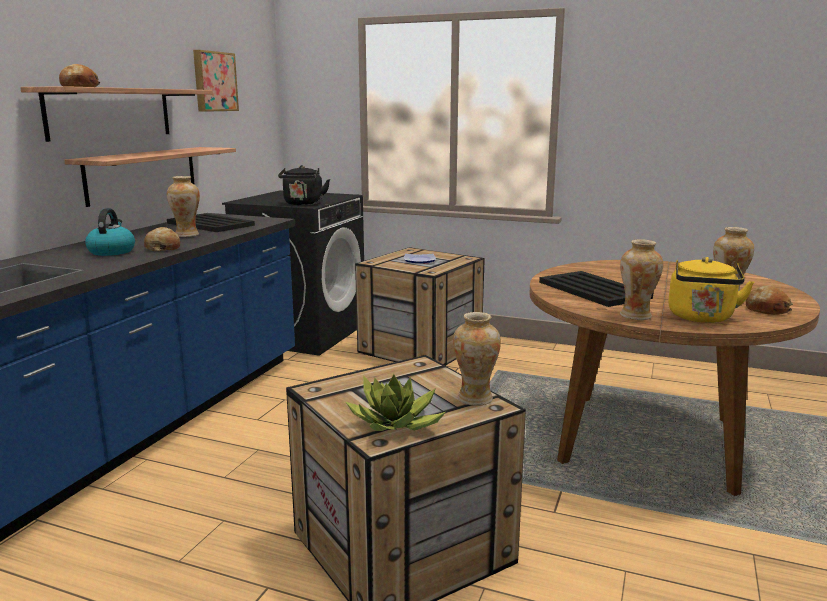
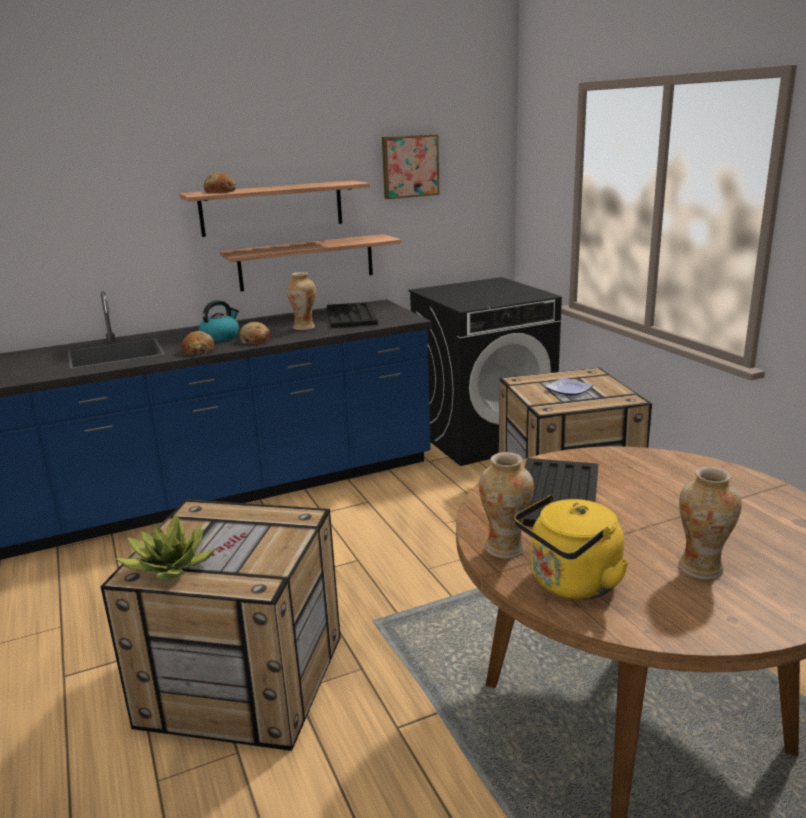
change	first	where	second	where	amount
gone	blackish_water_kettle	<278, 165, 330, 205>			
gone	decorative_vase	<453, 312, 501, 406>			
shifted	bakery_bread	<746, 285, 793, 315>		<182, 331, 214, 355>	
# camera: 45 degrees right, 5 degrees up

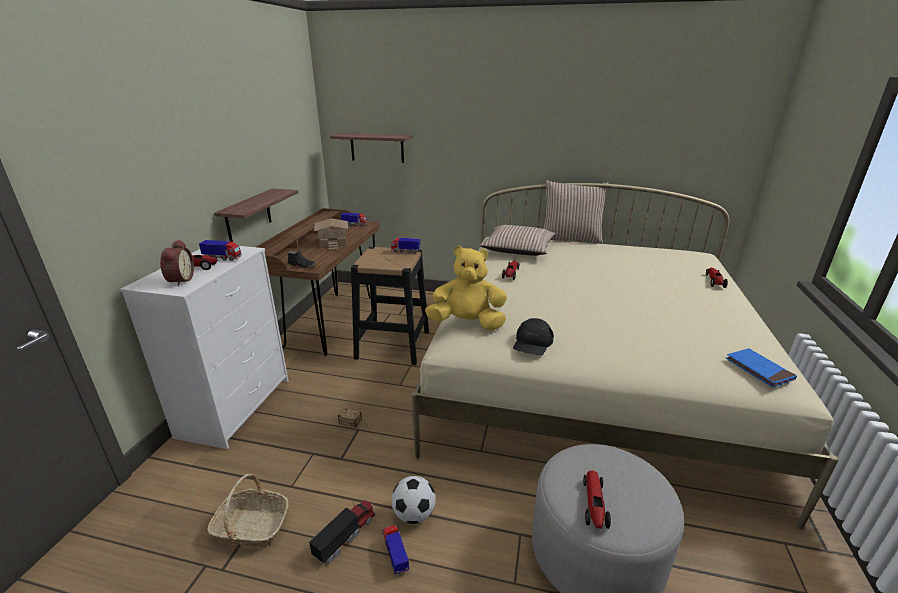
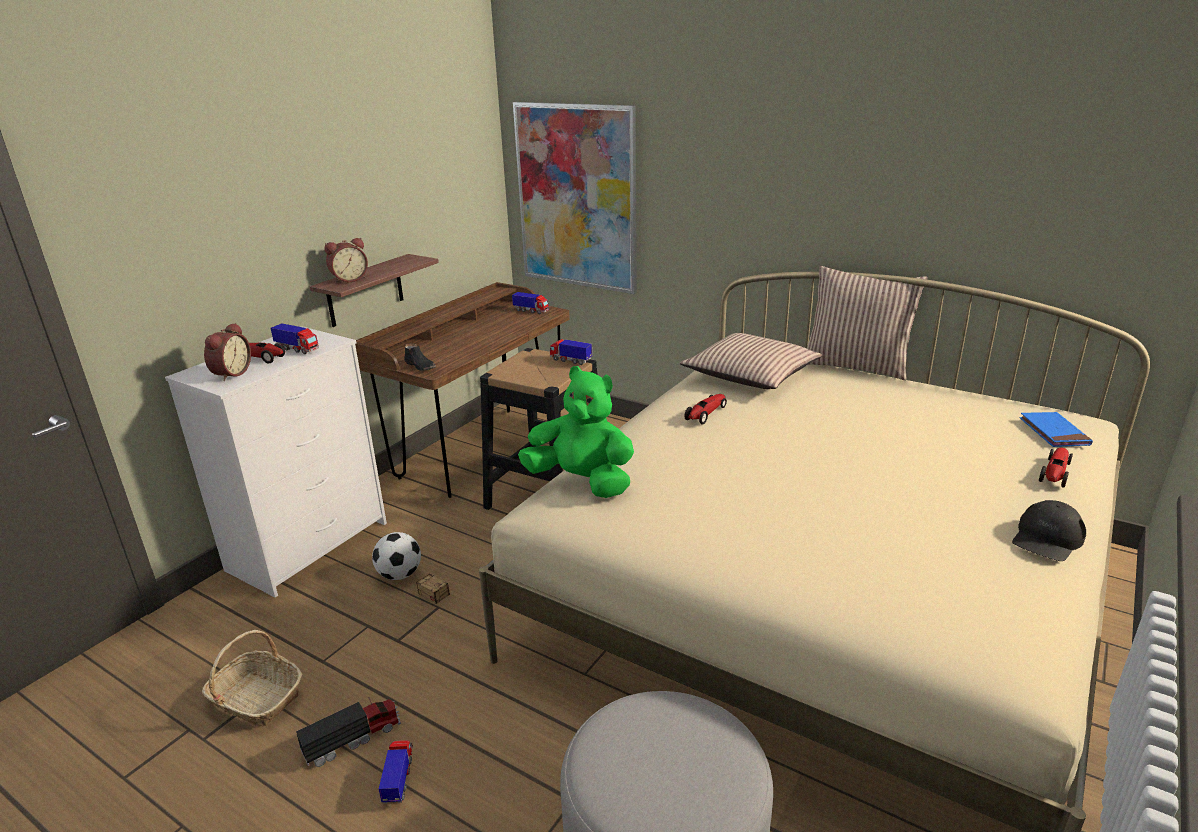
change	first	where	second	where	amount
gone	toy_house	<314, 218, 348, 250>			
swapped	wall_shelf	<330, 133, 413, 163>	picture	<513, 102, 637, 294>	
shifted	football_ball	<391, 476, 436, 524>		<372, 532, 421, 580>	
repainted	yellow_cuddly_toy	<425, 246, 507, 331>	green-coloured_cuddly_toy	<518, 366, 634, 498>	
shifted	blackish_baseball_cap	<513, 318, 554, 355>		<1012, 500, 1086, 561>	
gone	toy_car	<583, 471, 611, 529>			
shifted	blue_bound_book	<726, 348, 797, 388>		<1020, 412, 1093, 447>	
new			alarm_clock	<325, 238, 368, 283>	
# camera: 20 degrees right, 0 degrees up

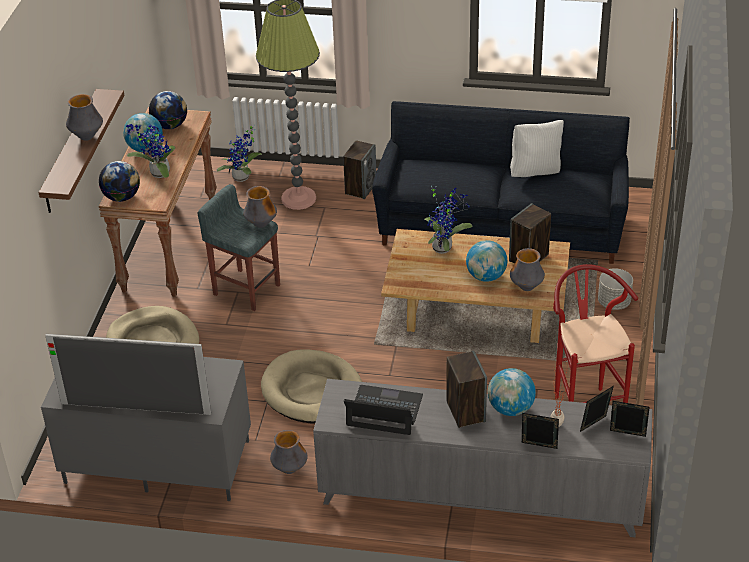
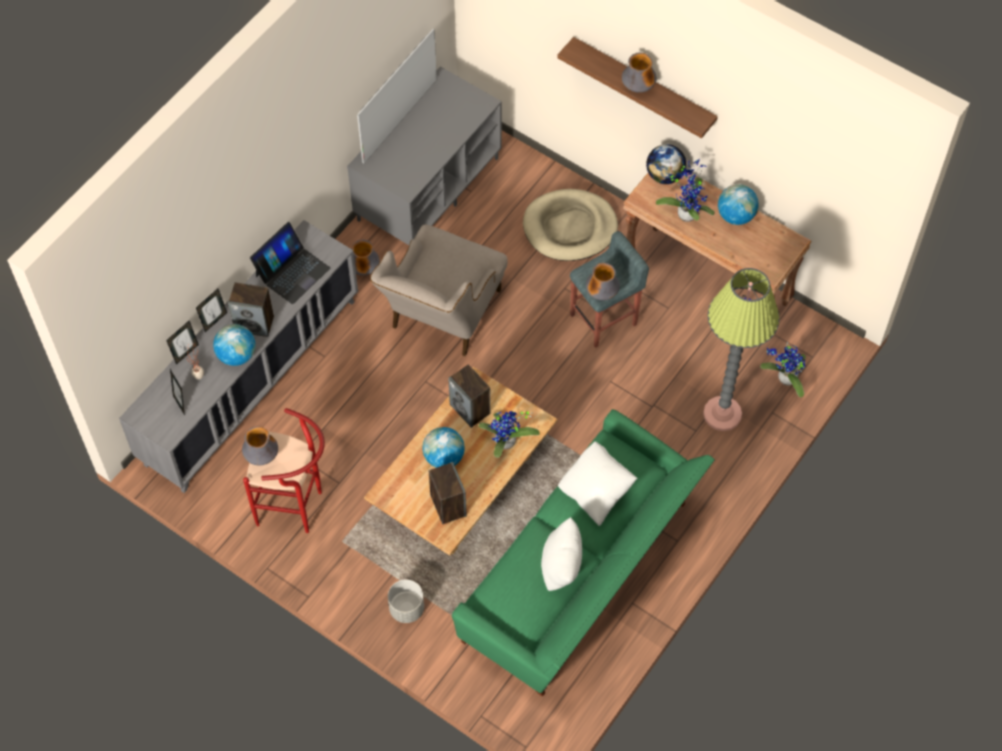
change	first	where	second	where	amount
gone	desk_globe	<149, 91, 187, 129>			
swapped	sand-coloured_pet_bed	<261, 349, 362, 423>	sand-coloured_armchair	<370, 224, 507, 356>	
shifted	loudspeaker	<343, 140, 376, 199>		<448, 364, 490, 428>	
repainted	blackish_settee	<372, 101, 630, 264>	green-coloured_settee	<452, 409, 715, 697>	
shifted	decorative_vase	<510, 248, 545, 291>		<242, 426, 278, 465>	
shifted	photo_frame	<610, 401, 650, 437>		<196, 289, 227, 332>	
new			white_pillow	<558, 441, 637, 526>	
# camera: 115 degrees right, 20 degrees up

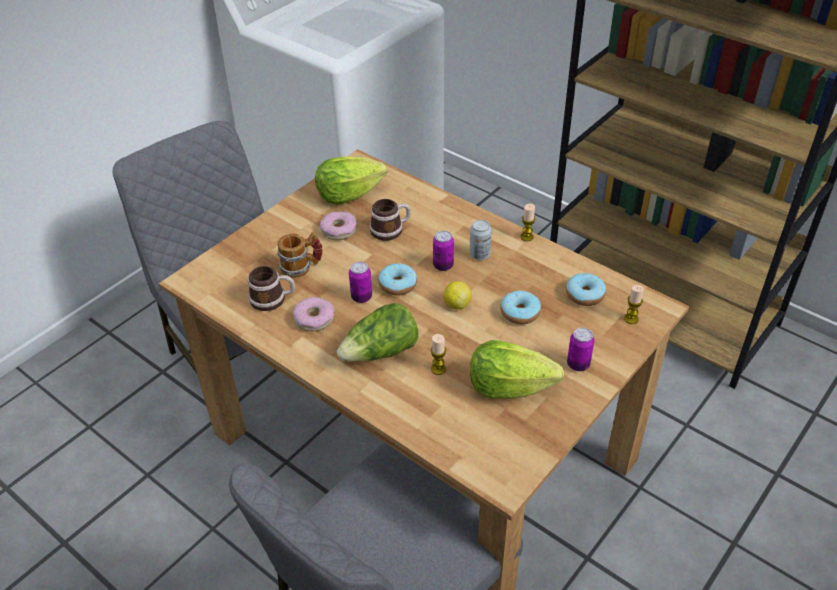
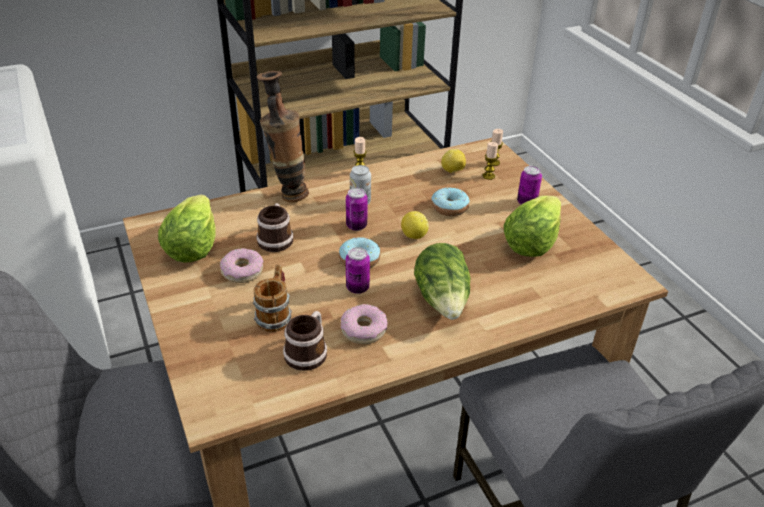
change	first	where	second	where	amount
shifted	wax_light	<431, 334, 446, 375>		<483, 142, 498, 180>	
swapped	doughnut	<566, 273, 606, 306>	citrus_fruit	<441, 149, 466, 173>	
new			decorative_vase	<257, 71, 309, 203>	
# camera: 65 degrees left, 5 degrees down

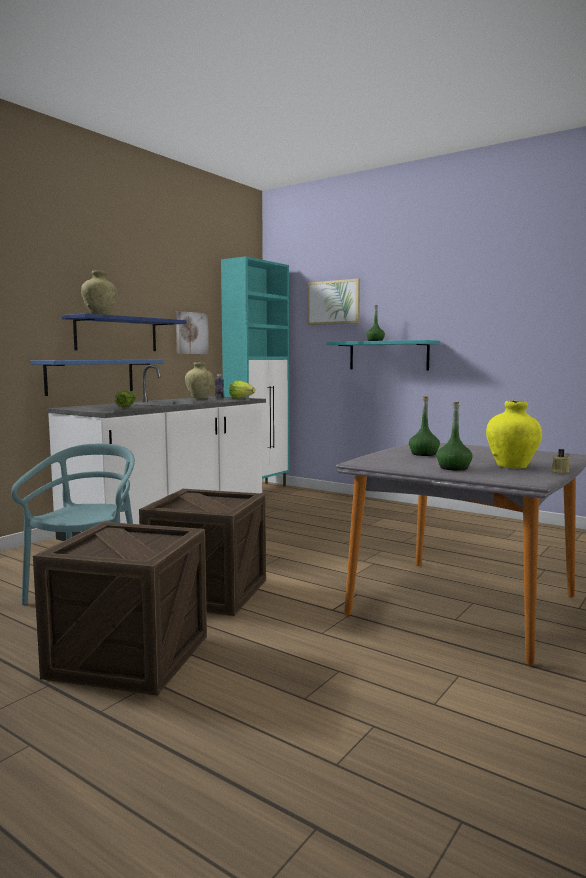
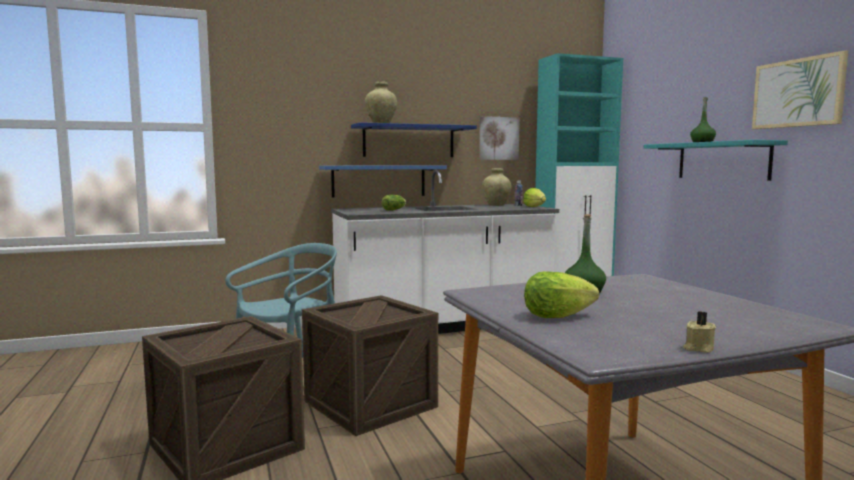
change	first	where	second	where	amount
shifted	picture	<308, 278, 360, 325>		<752, 50, 848, 129>	
swapped	green-coloured_drink_bottle	<436, 402, 473, 471>	lettuce_head	<524, 271, 599, 318>	
gone	yellow_decorative_vase	<486, 400, 542, 469>			
# camera: 35 degrees right, 0 degrees up

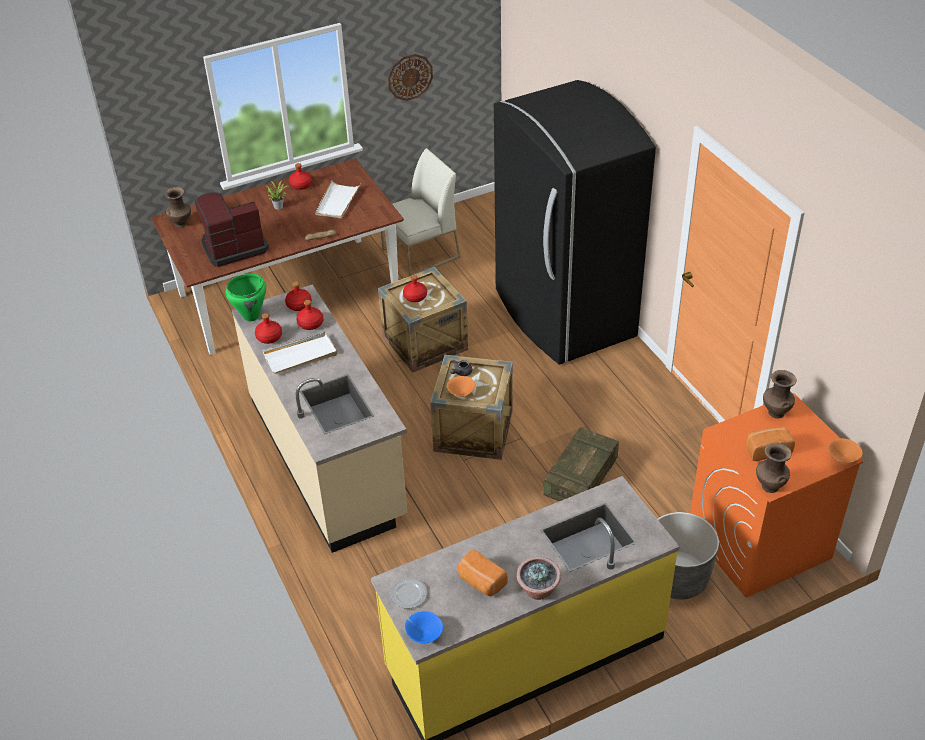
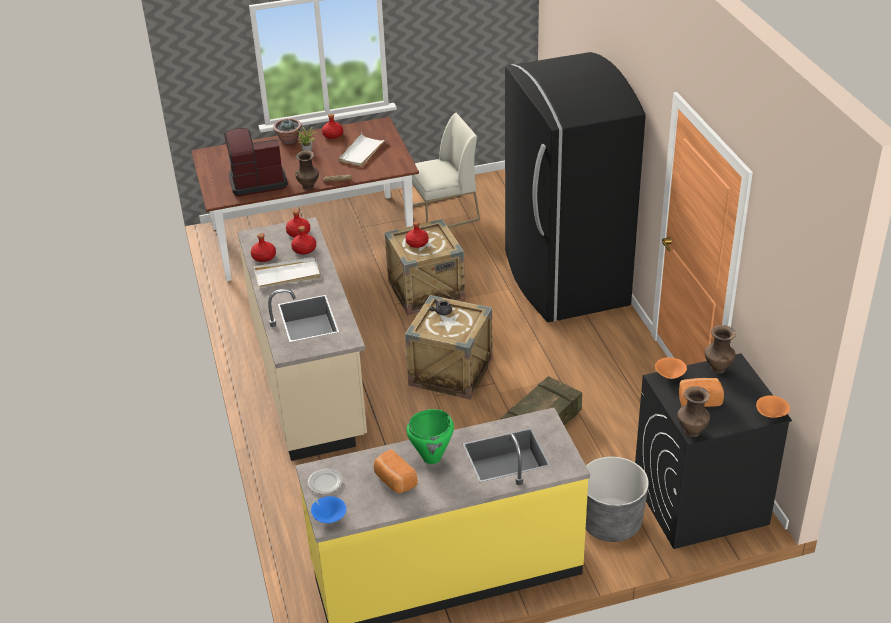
change	first	where	second	where	amount
shifted	brownish_decorative_vase	<165, 187, 191, 227>		<295, 151, 319, 190>	
shifted	green-coloured_saucepot	<226, 274, 266, 321>		<406, 409, 454, 464>	
gone	hanging_clock	<388, 54, 433, 101>			
shifted	orange-coloured_bowl	<447, 376, 476, 397>		<655, 357, 687, 379>	
shifted	plant_in_a_pot	<516, 557, 561, 600>		<273, 118, 301, 144>	
repainted	orange-coloured_laundry_machine	<690, 393, 864, 598>	blackish_laundry_machine	<635, 353, 792, 549>	
# camera: 10 degrees right, 5 degrees down

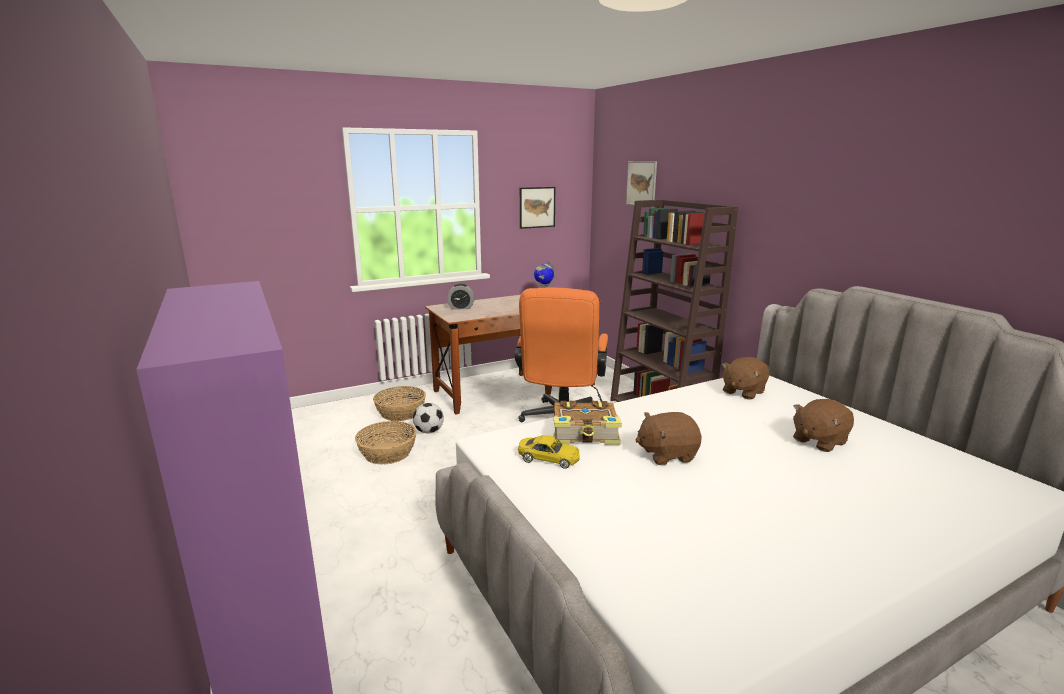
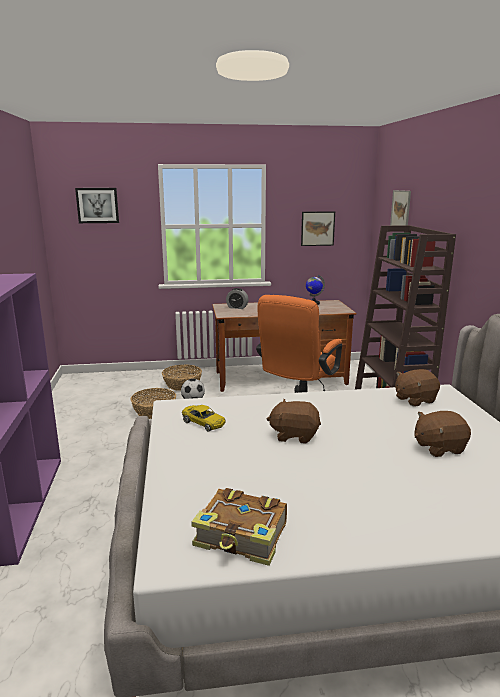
change	first	where	second	where	amount
shifted	bound_book	<554, 401, 622, 444>		<191, 488, 287, 566>	
new			picture	<75, 188, 119, 223>	
# camera: 20 degrees right, 0 degrees up

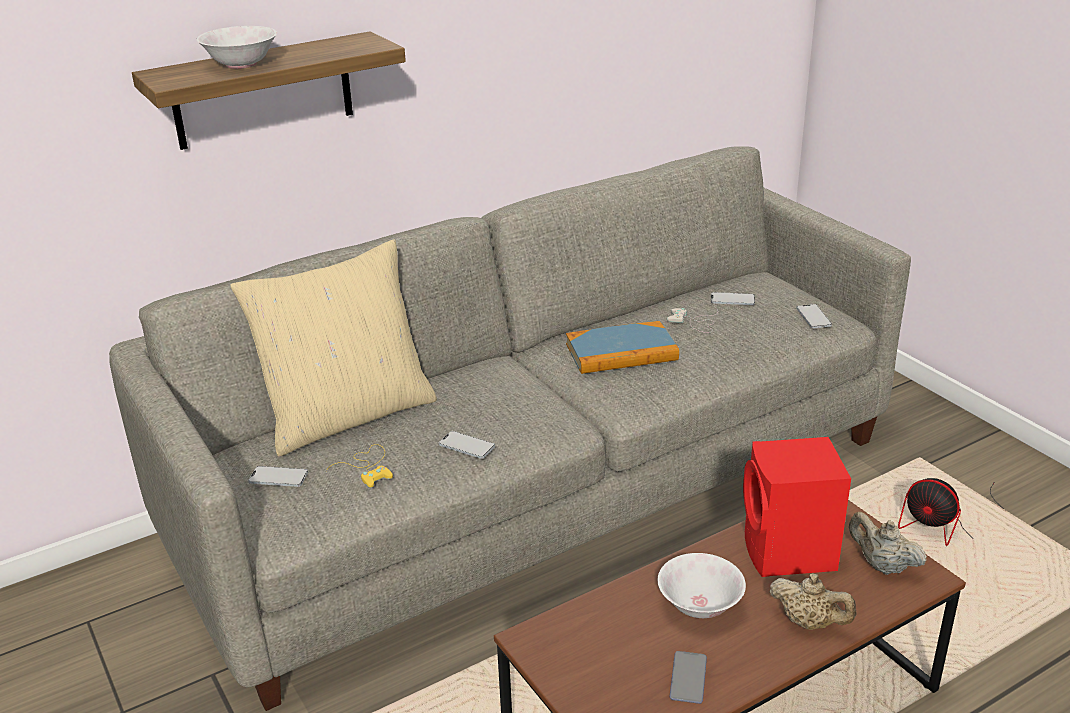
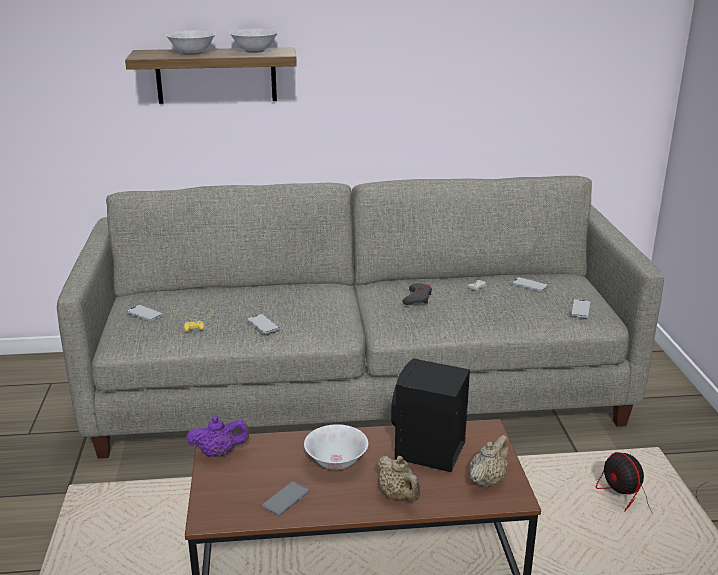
change	first	where	second	where	amount
gone	sand-coloured_pillow	<230, 240, 437, 457>			
swapped	bound_book	<566, 321, 679, 374>	grey_game_controller	<402, 283, 432, 305>	
repainted	red_loudspeaker	<743, 437, 851, 577>	blackish_loudspeaker	<391, 358, 470, 472>	
rotated	sand-coloured_teapot	<849, 512, 927, 575>		<470, 435, 509, 487>	60 degrees clockwise
new			purplish_teapot	<186, 416, 249, 457>	
new			white_bowl	<229, 29, 279, 53>	
# camera: 25 degrees right, 5 degrees down

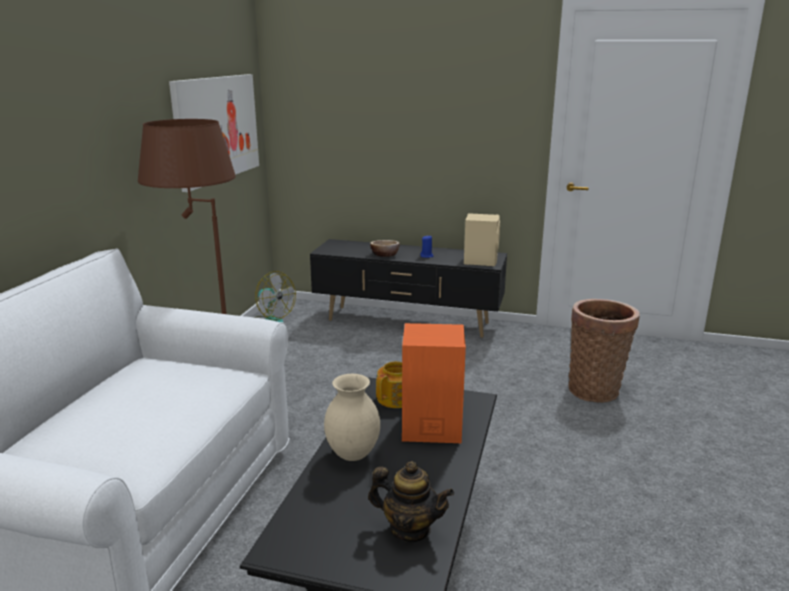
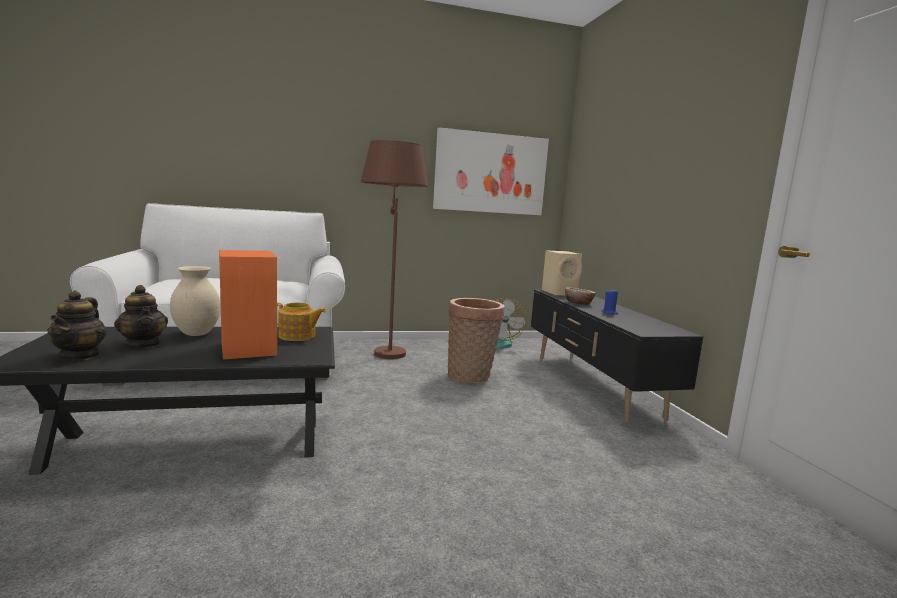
change	first	where	second	where	amount
shifted	sand-coloured_loudspeaker	<464, 213, 500, 266>		<542, 251, 582, 295>	
shifted	household_basket	<569, 299, 640, 403>		<447, 298, 504, 383>	
new			teapot	<114, 285, 168, 348>	
# camera: 60 degrees right, 10 degrees down

